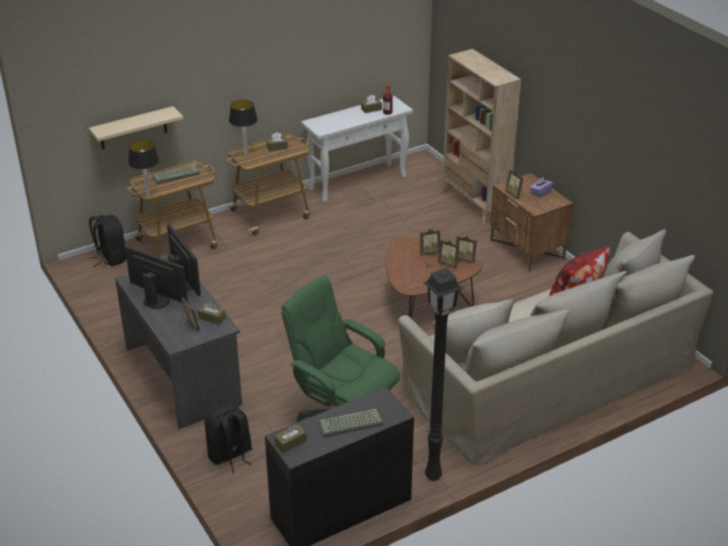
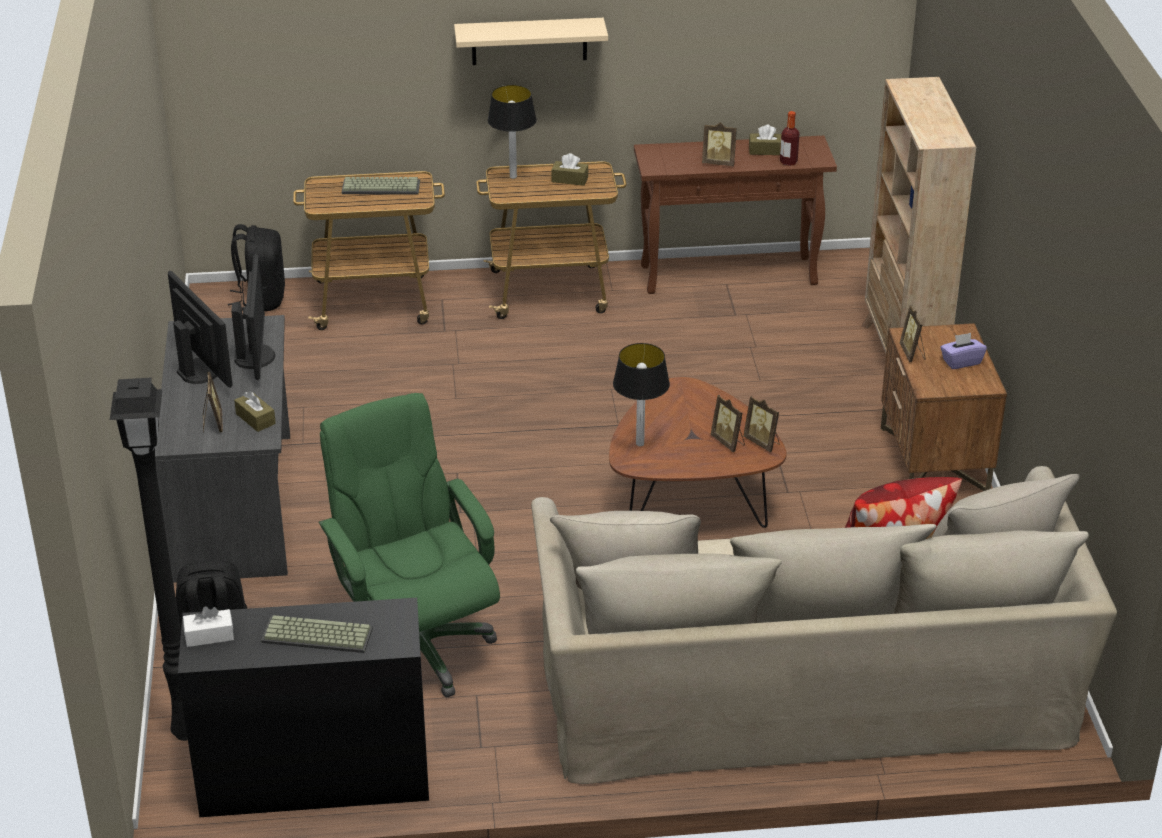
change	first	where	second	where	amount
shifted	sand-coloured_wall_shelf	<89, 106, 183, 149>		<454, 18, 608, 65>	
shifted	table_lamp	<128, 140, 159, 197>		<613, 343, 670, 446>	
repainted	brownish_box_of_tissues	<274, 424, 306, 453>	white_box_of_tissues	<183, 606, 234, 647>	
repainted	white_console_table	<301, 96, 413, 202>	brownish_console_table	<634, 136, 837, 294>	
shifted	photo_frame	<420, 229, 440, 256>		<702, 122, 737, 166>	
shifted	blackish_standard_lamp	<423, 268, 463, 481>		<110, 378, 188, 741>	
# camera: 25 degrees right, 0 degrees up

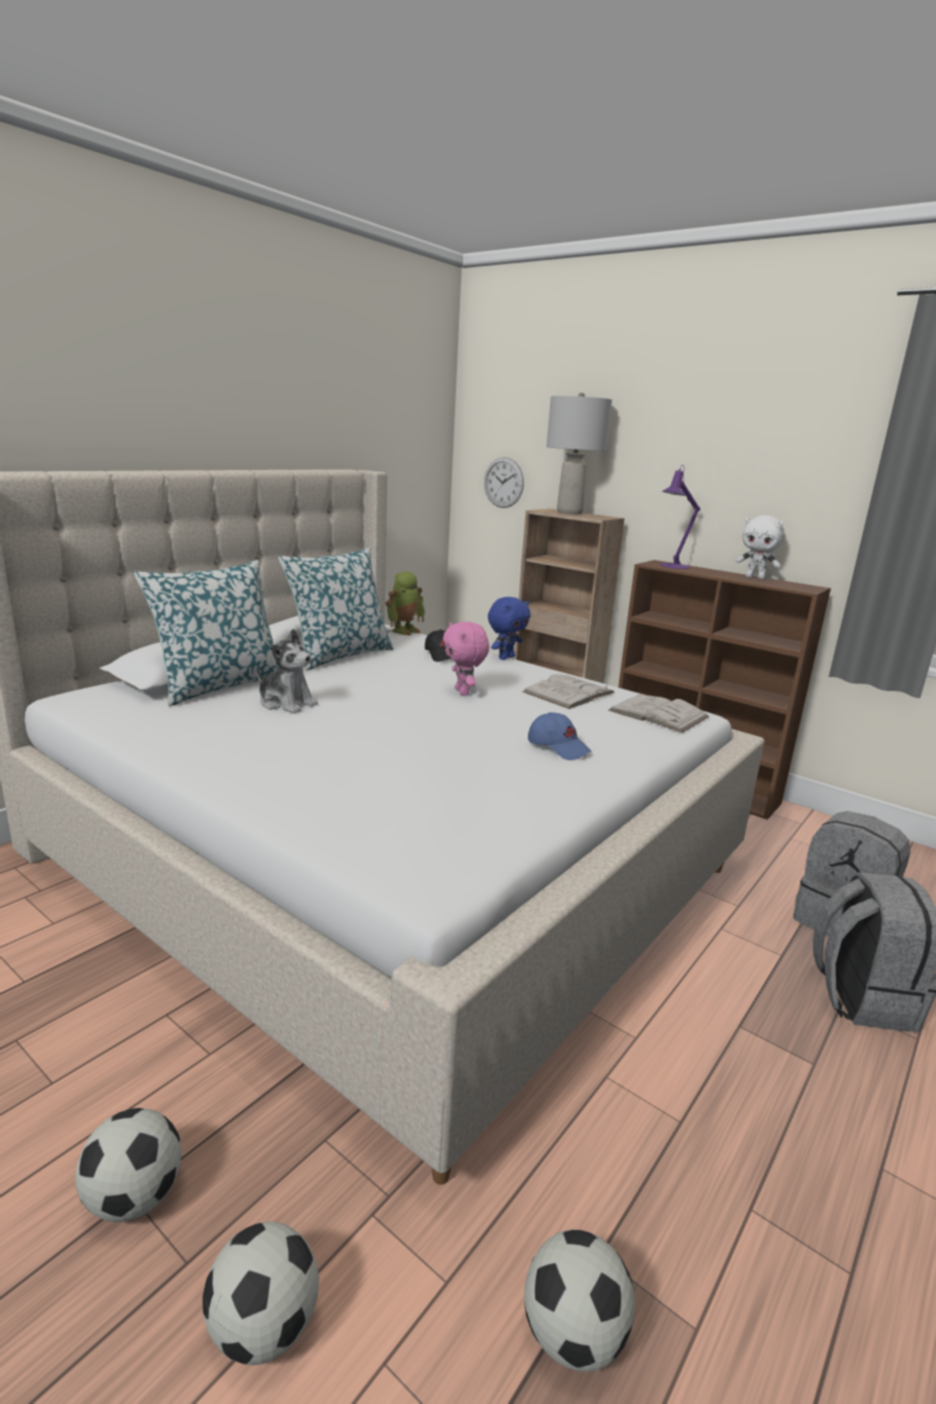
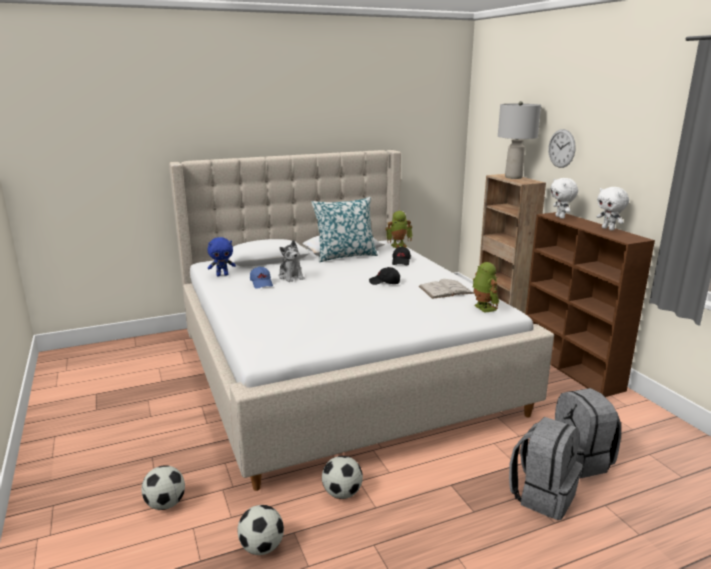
change	first	where	second	where	amount
shifted	football_ball	<75, 1108, 182, 1222>		<322, 456, 363, 499>	
gone	pillow	<134, 560, 279, 706>			
swapped	pink-coloured_cuddly_toy	<443, 622, 489, 696>	blackish_baseball_cap	<369, 267, 400, 285>	
shifted	hanging_clock	<484, 457, 524, 508>		<548, 129, 576, 168>	
shifted	blue_cuddly_toy	<488, 597, 530, 660>		<208, 237, 236, 276>	
shifted	blue_baseball_cap	<528, 712, 591, 760>		<250, 266, 273, 289>	
swapped	white_bound_book	<608, 694, 709, 733>	robot_figure	<472, 262, 499, 313>	
swapped	purplish_table_lamp	<660, 465, 700, 569>	white_cuddly_toy	<550, 178, 578, 219>	
# camera: 30 degrees right, 0 degrees up

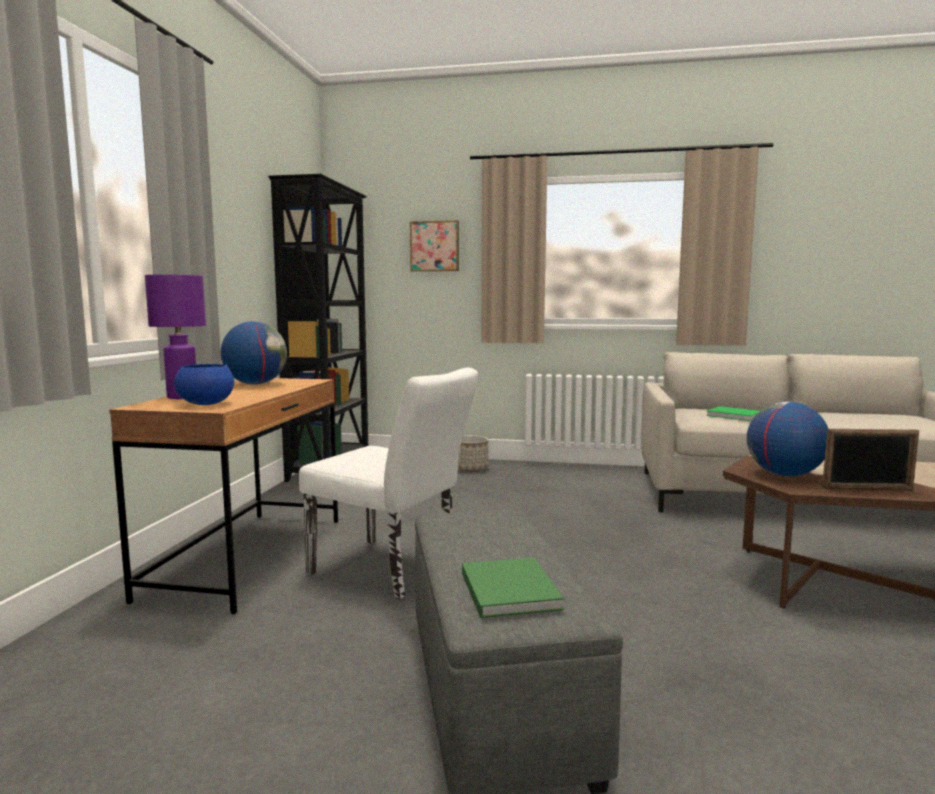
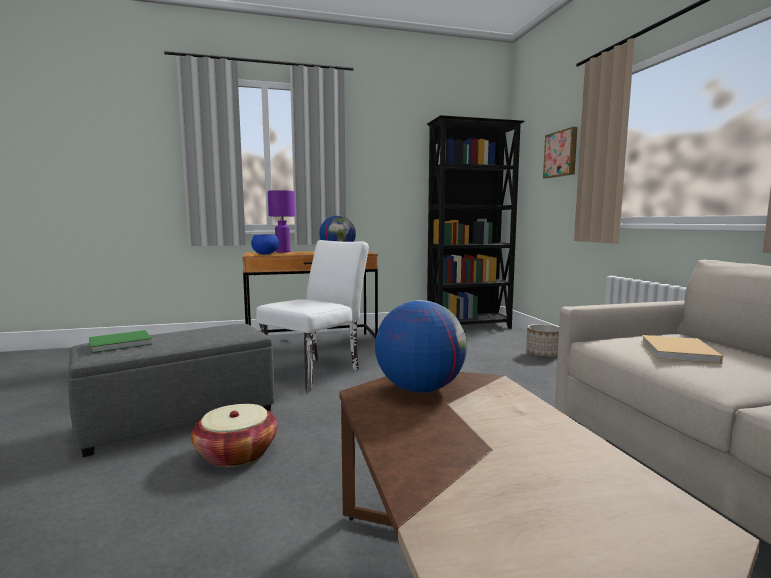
change	first	where	second	where	amount
rotated	white_chair	<299, 367, 478, 600>		<256, 240, 369, 392>	150 degrees counterclockwise
repainted	green-coloured_bound_book	<706, 406, 759, 421>	sand-coloured_bound_book	<641, 335, 723, 364>	
gone	photo_frame	<822, 429, 919, 491>			
new			household_basket	<191, 404, 278, 467>	
# camera: 65 degrees right, 0 degrees up

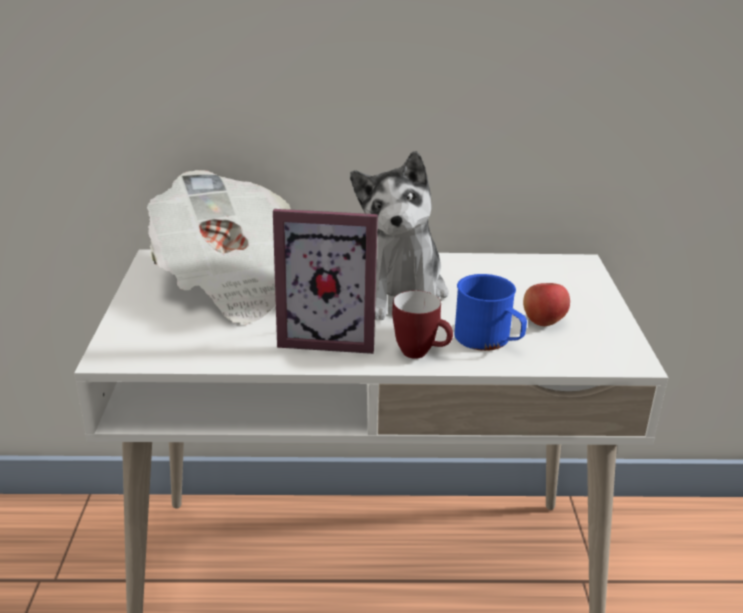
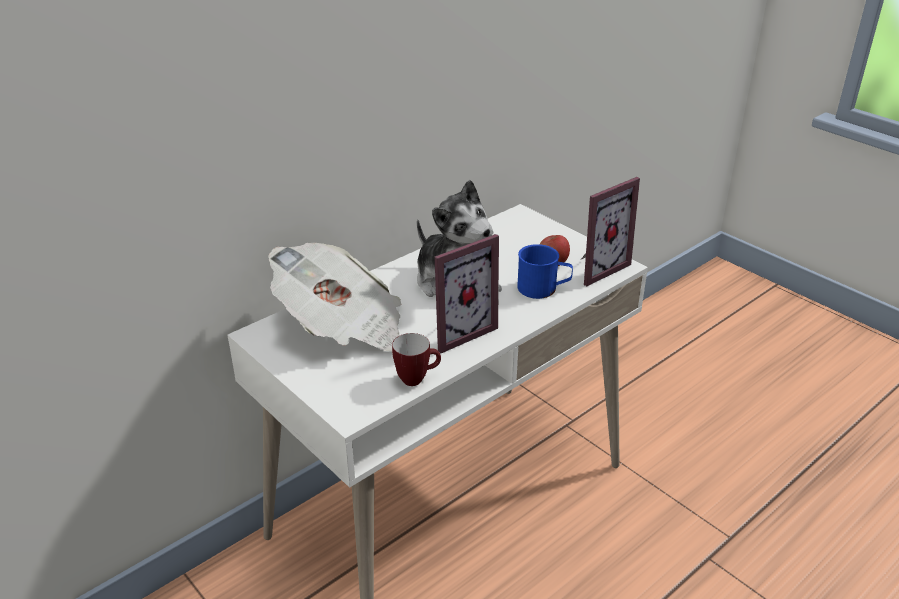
change	first	where	second	where	amount
shifted	tea_mug	<392, 291, 453, 359>		<392, 333, 441, 386>	
new			photo_frame	<582, 177, 640, 286>	
# camera: 40 degrees left, 5 degrees up

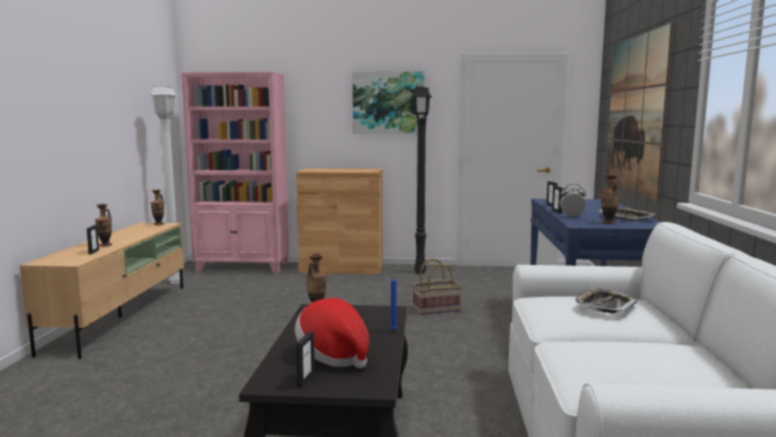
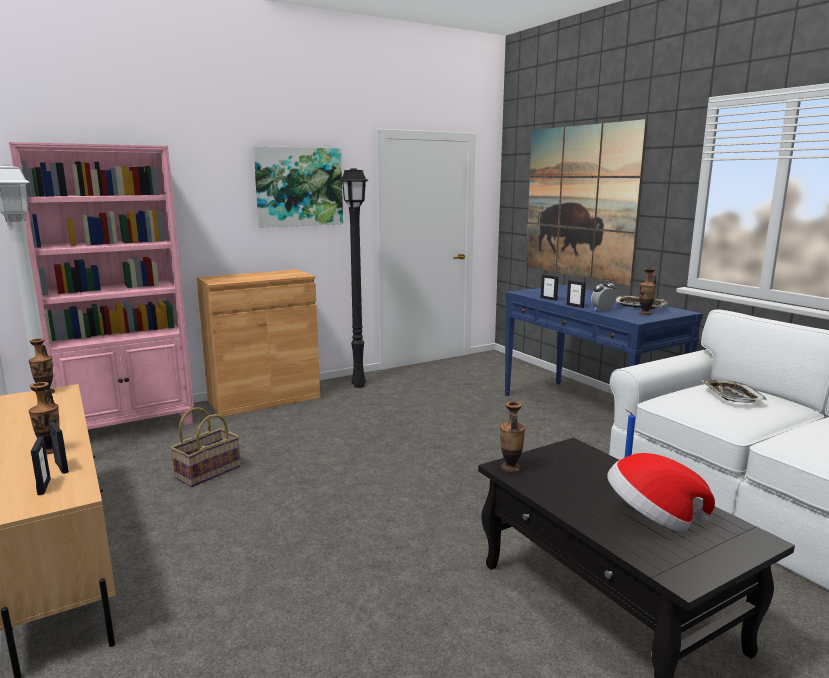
change	first	where	second	where	amount
shifted	photo_frame	<296, 331, 315, 388>		<31, 436, 51, 495>	
shifted	household_basket	<412, 258, 462, 315>		<170, 407, 241, 487>	
# camera: 35 degrees left, 5 degrees up

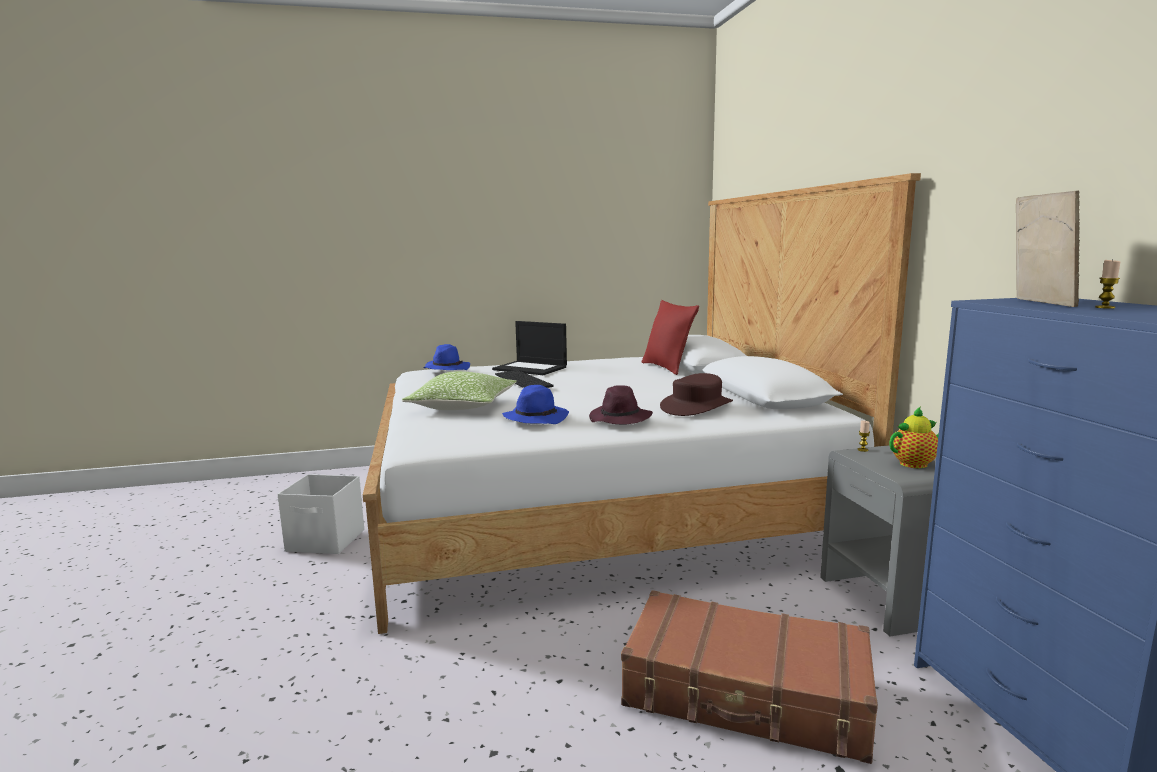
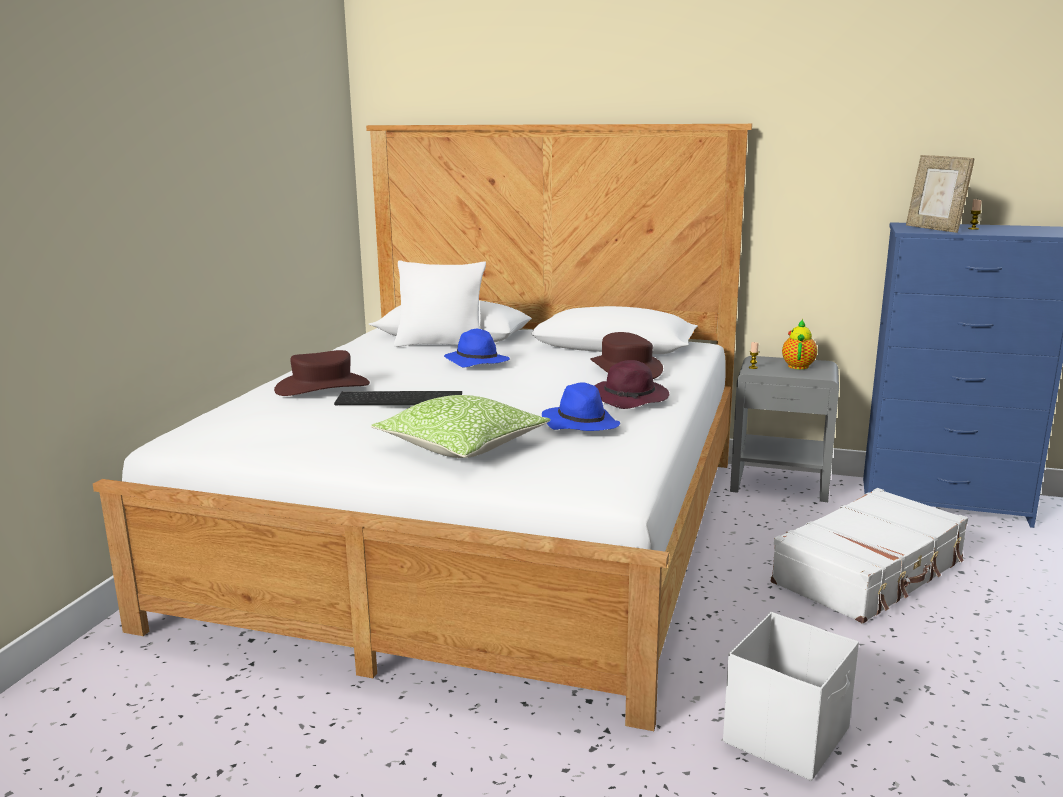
change	first	where	second	where	amount
shifted	white_storage_box	<277, 474, 364, 554>		<723, 612, 859, 781>	
shifted	blue_hat	<423, 344, 470, 370>		<444, 329, 510, 368>	
swapped	laptop	<492, 321, 567, 375>	brownish_hat	<274, 350, 370, 396>	
repainted	brownish_travel_case	<621, 590, 878, 764>	white_travel_case	<771, 488, 968, 624>	
repainted	red_pillow	<642, 300, 699, 375>	white_pillow	<394, 261, 486, 347>	
rotated	photo_frame	<1016, 190, 1080, 307>		<906, 155, 974, 233>	150 degrees counterclockwise
# camera: 60 degrees left, 5 degrees up

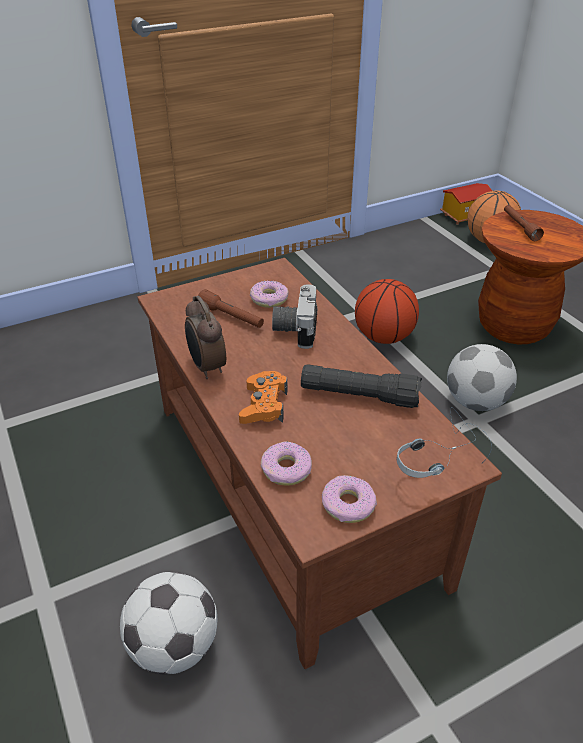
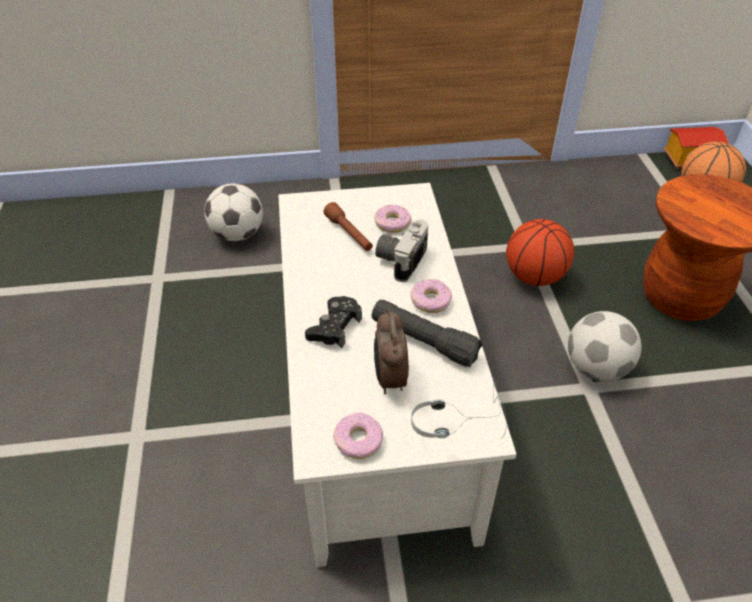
change	first	where	second	where	amount
shifted	football_ball	<120, 572, 217, 674>		<204, 184, 263, 241>	
repainted	brownish_low_table	<137, 258, 502, 669>	white_low_table	<278, 183, 516, 567>	
shifted	alarm_clock	<185, 296, 226, 379>		<374, 309, 409, 394>	
repainted	orange-coloured_game_controller	<239, 371, 288, 424>	blackish_game_controller	<305, 296, 362, 348>	
shifted	doughnut	<261, 442, 312, 486>		<411, 279, 452, 313>	
gone	brownish_hand_torch	<504, 205, 544, 241>			
# camera: 20 degrees right, 5 degrees up

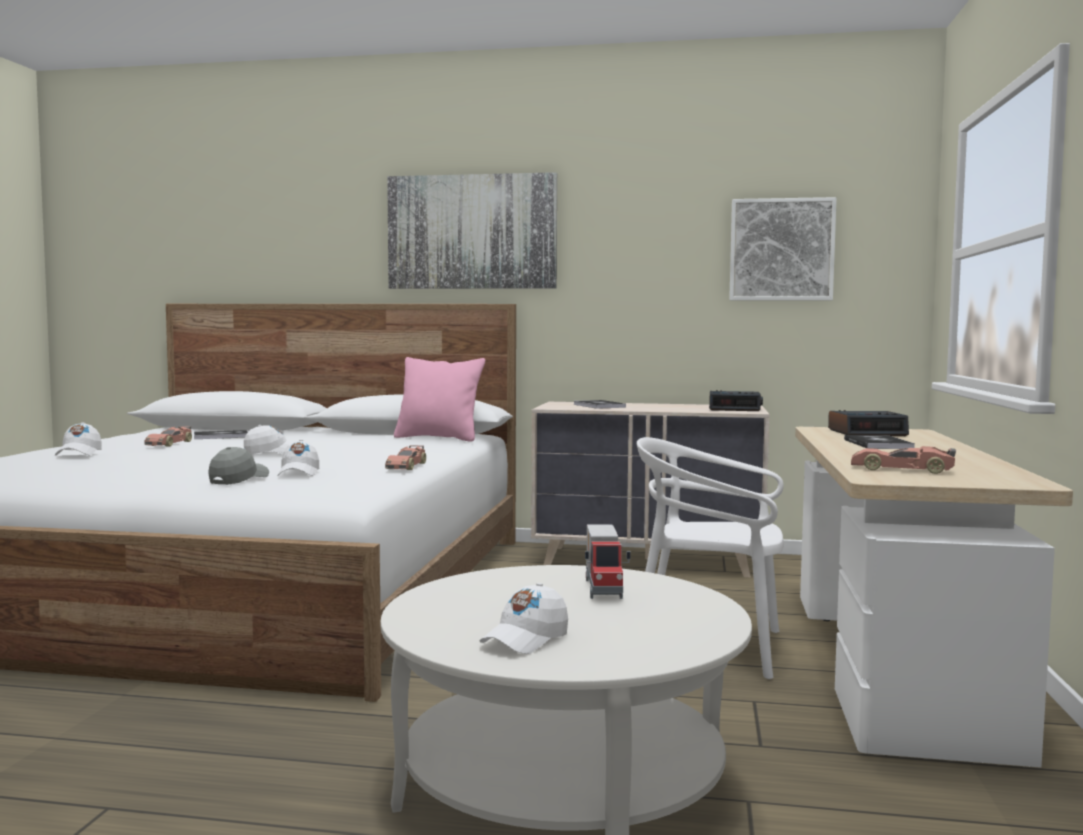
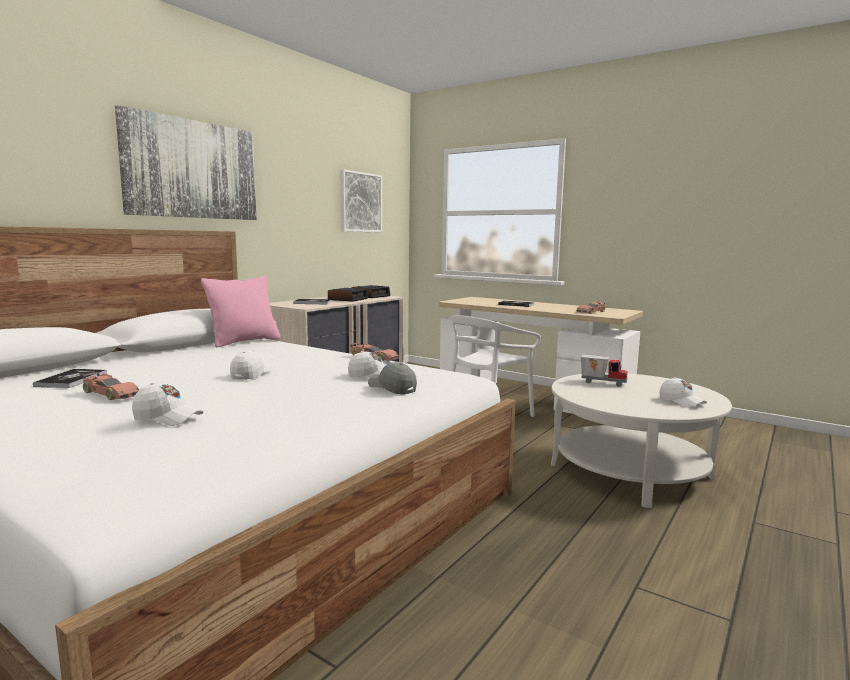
change	first	where	second	where	amount
shifted	alarm_clock	<828, 410, 909, 436>		<328, 288, 368, 302>	
# camera: 65 degrees left, 5 degrees up

